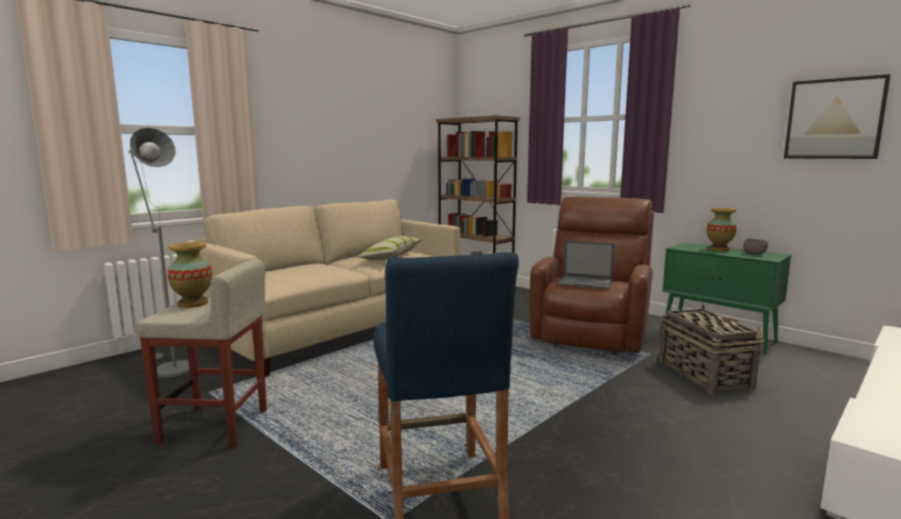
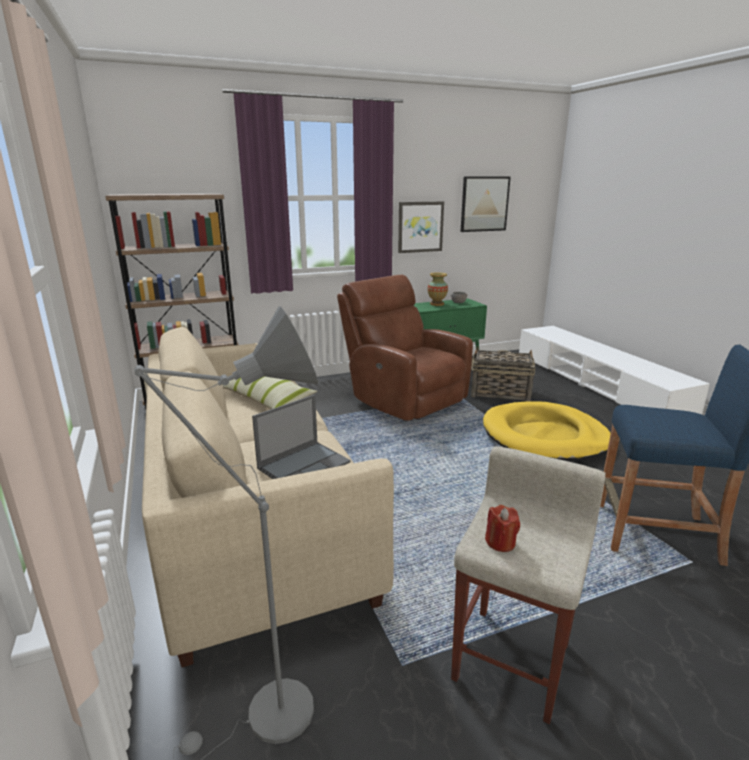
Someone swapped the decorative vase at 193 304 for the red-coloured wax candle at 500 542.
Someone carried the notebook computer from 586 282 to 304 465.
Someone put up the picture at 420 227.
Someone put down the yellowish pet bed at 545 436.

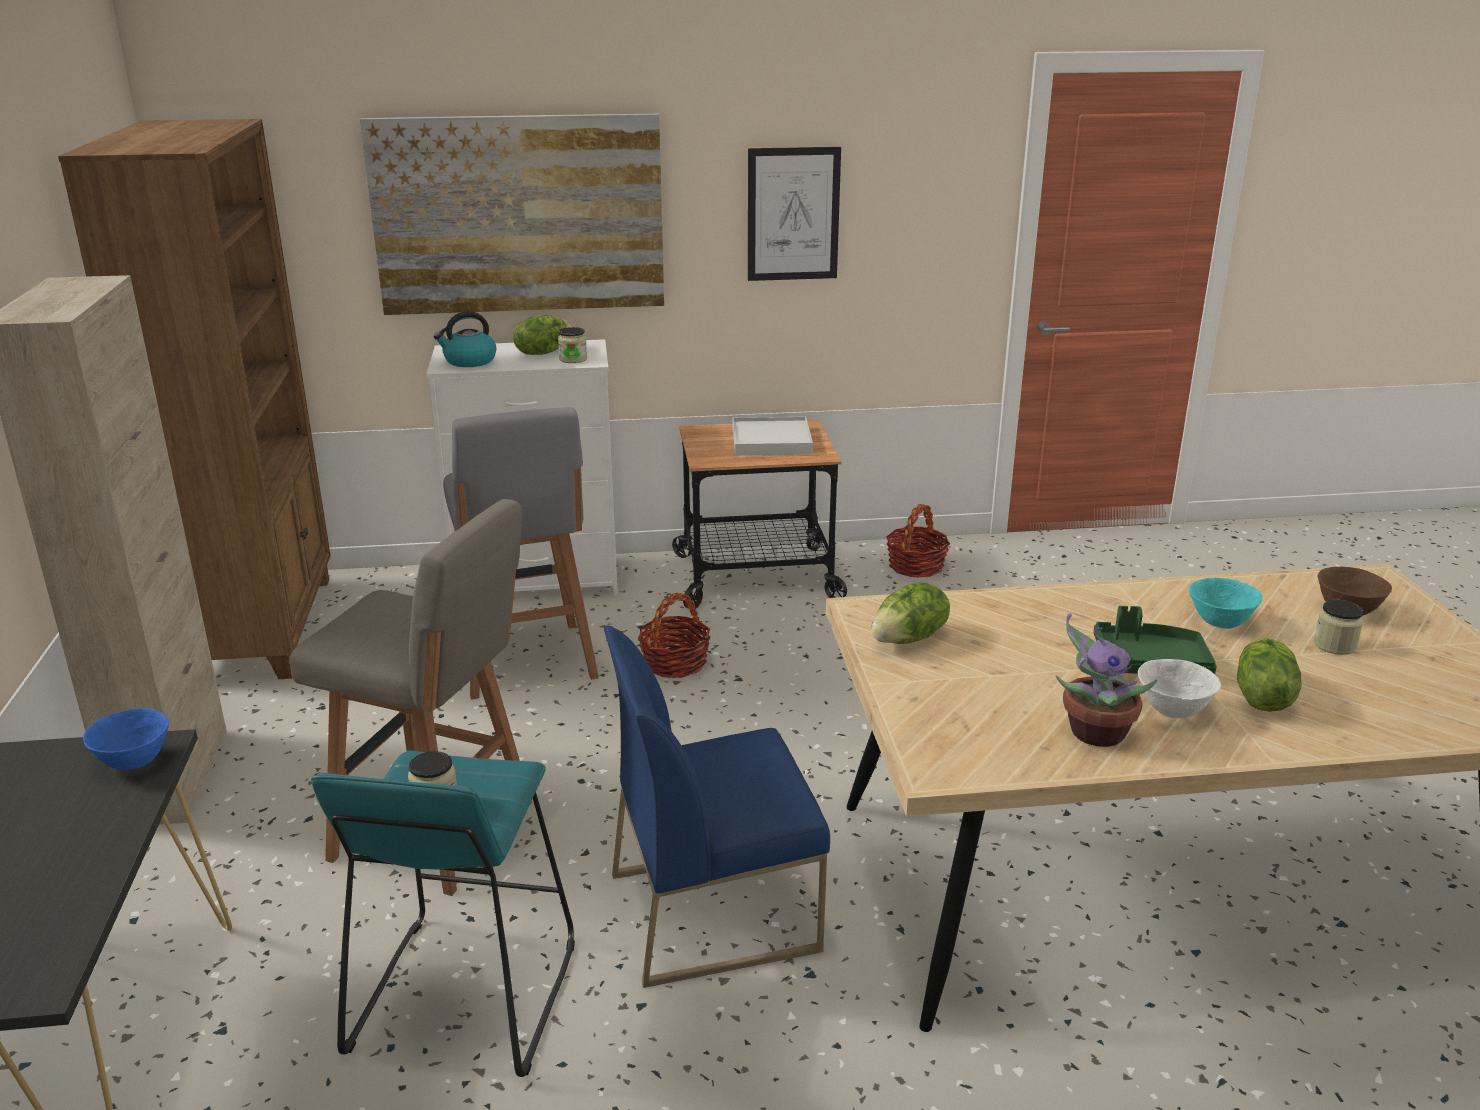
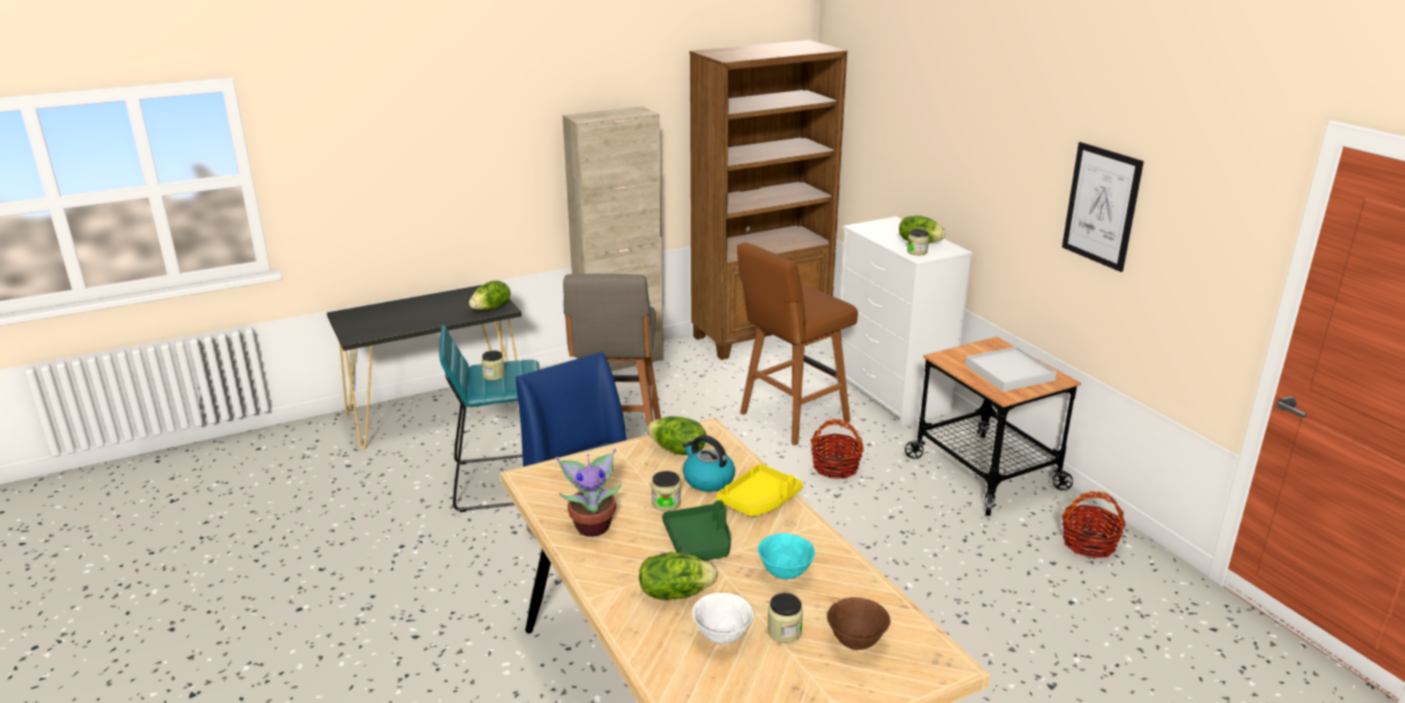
Someone swapped the blue bowl at 134 762 for the lettuce at 491 308.
Someone took away the picture at 519 214.
Someone carried the water kettle from 469 361 to 707 480.
Someone repainted the gray stool seat at 526 663, which became the brown-coloured stool seat at 791 418.
Someone carried the whitish bowl from 1172 710 to 722 636.
Someone put down the jar at 666 503.
Someone put down the yellowish carrying tray at 760 500.

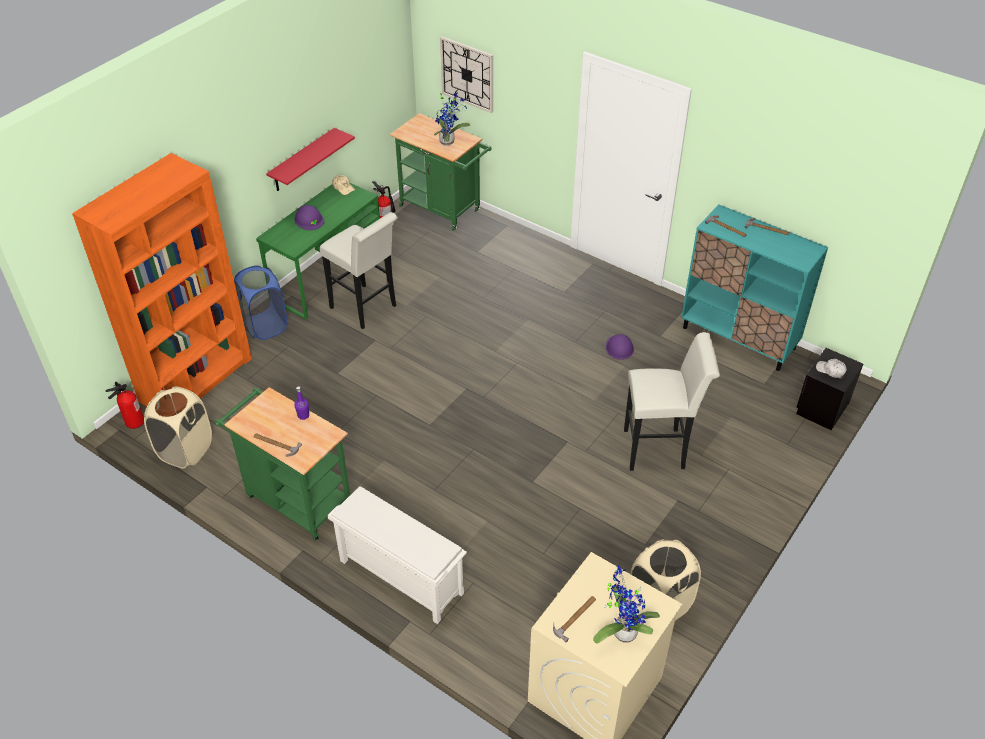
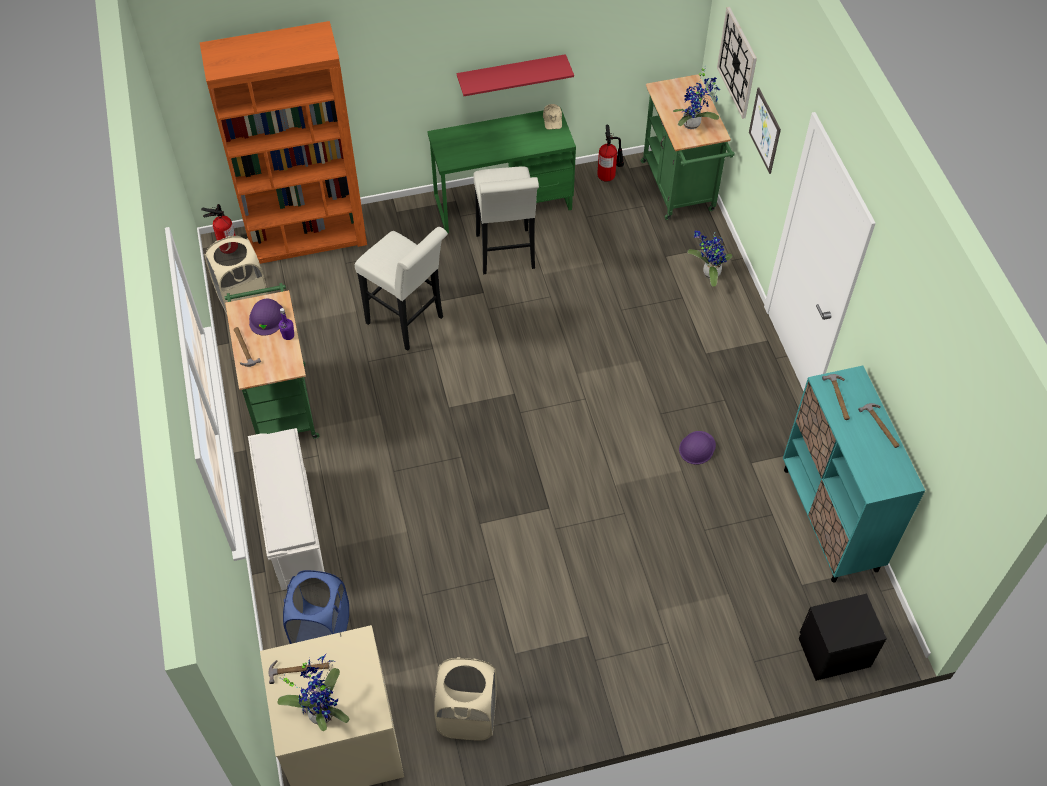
Someone carried the blue laundry basket from 265 326 to 322 631.
Someone carried the purple-coloured hard hat from 309 220 to 267 318.
Someone carried the whitish stool seat from 659 449 to 409 323.
Someone took away the whitish baseball cap at 830 370.
Someone put down the potted plant at 709 273.
Someone put up the picture at 765 130.

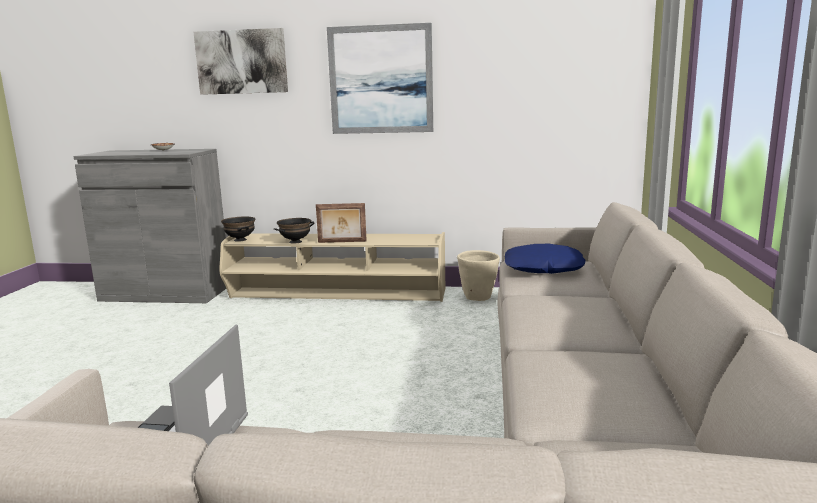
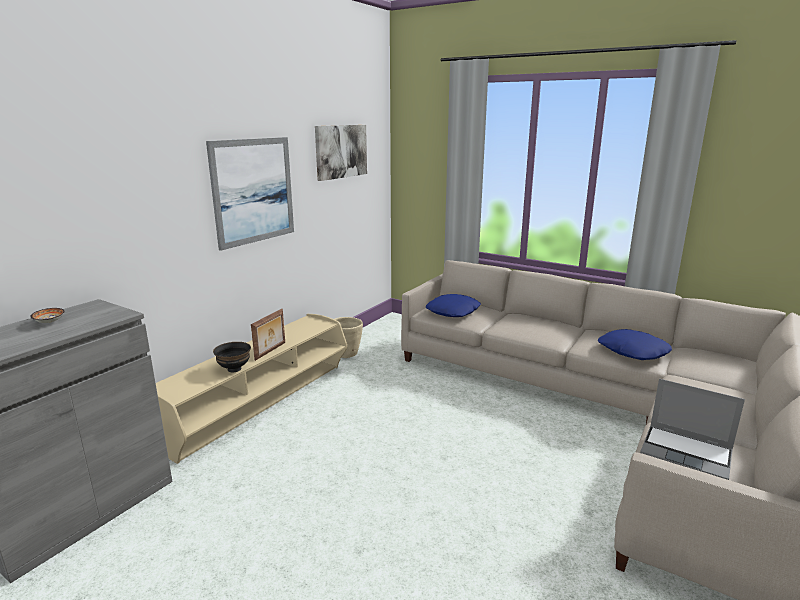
Someone carried the picture from 242 62 to 341 151.
Someone took away the black-coloured bowl at 240 240.
Someone put down the blue throw pillow at 632 351.

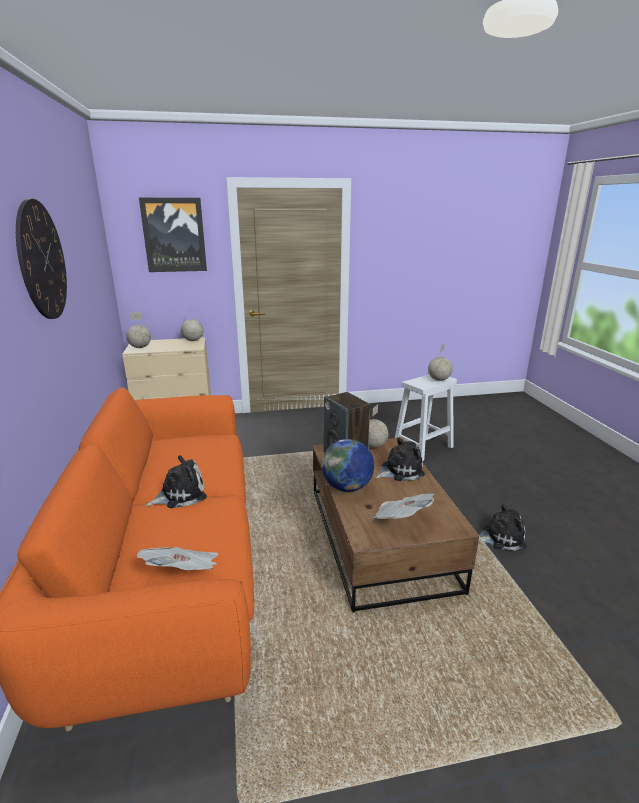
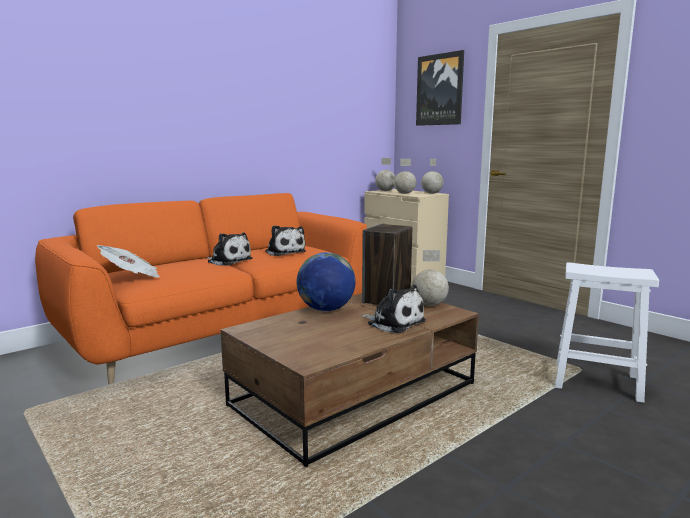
Someone took away the clock on the wall at 42 260.
Someone took away the printed paper at 401 519.
Someone carried the globe from 439 379 to 405 193.
Someone carried the soft toy from 500 537 to 284 252.

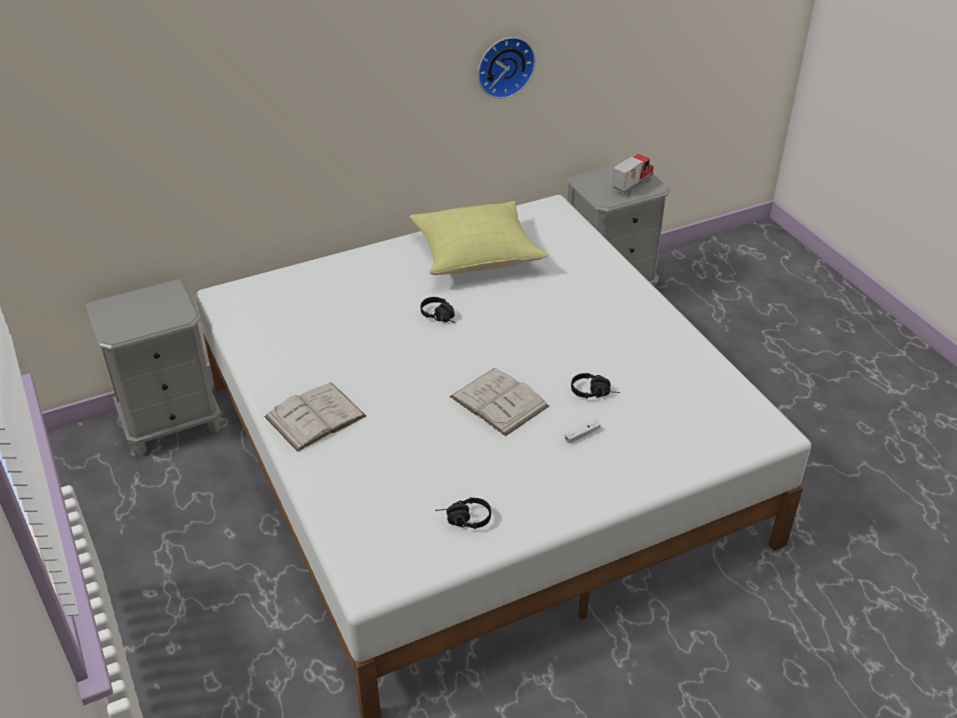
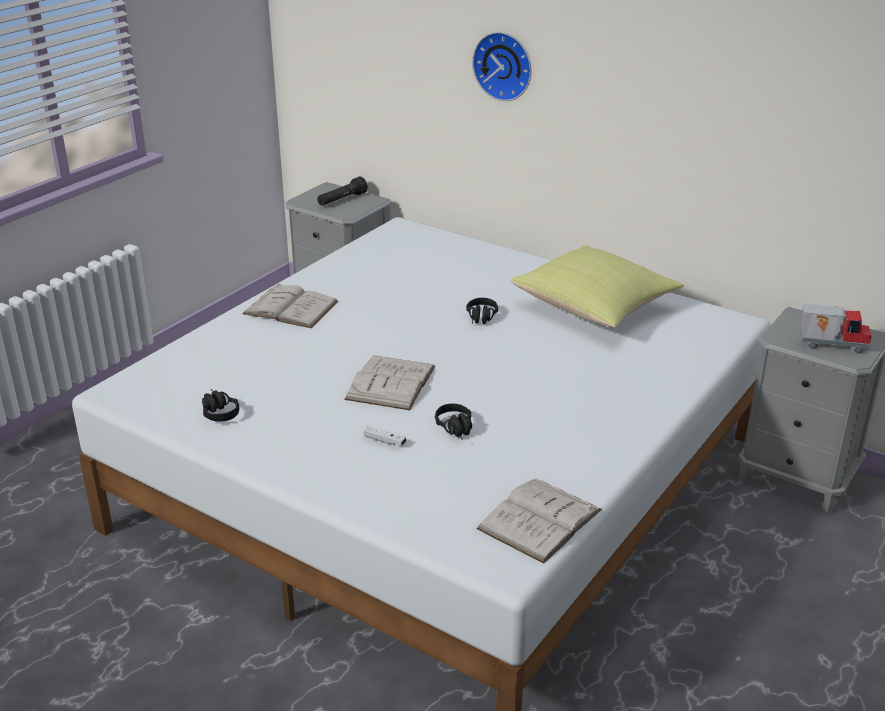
Someone carried the clock on the wall from 504 66 to 504 65.
Someone put down the black-coloured hand torch at 342 200.
Someone put down the whitish volume at 539 519.

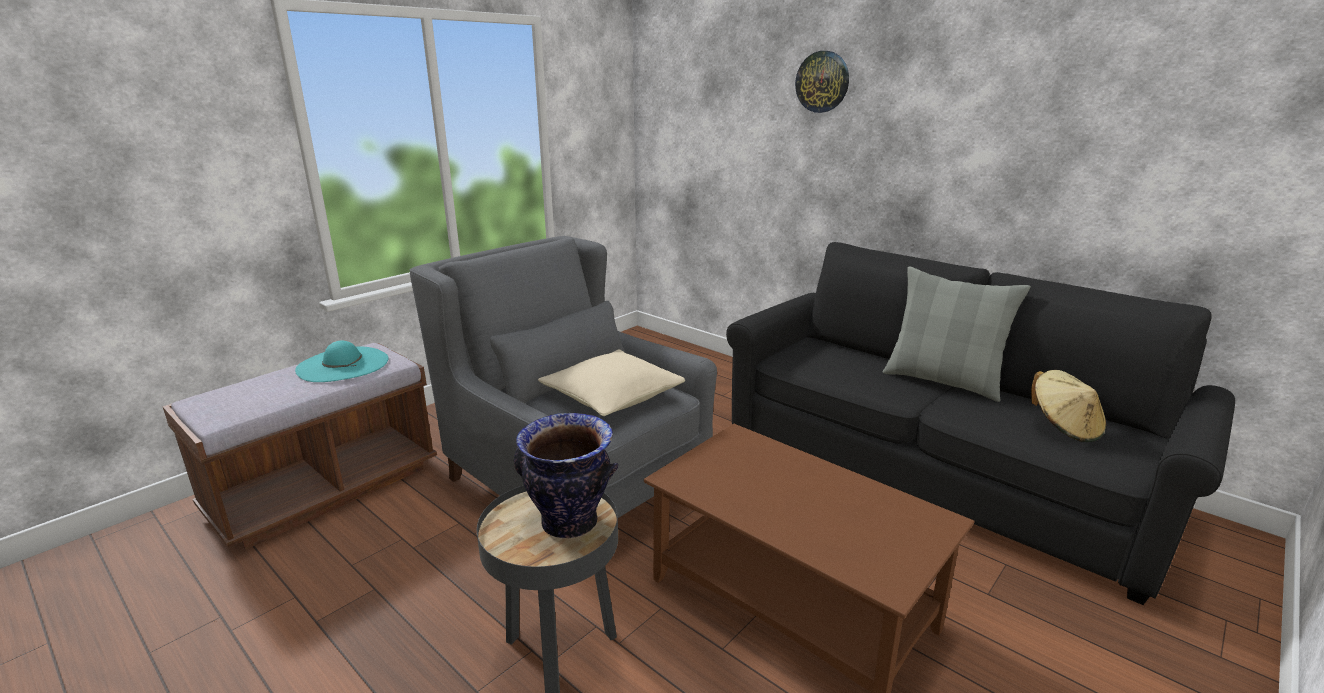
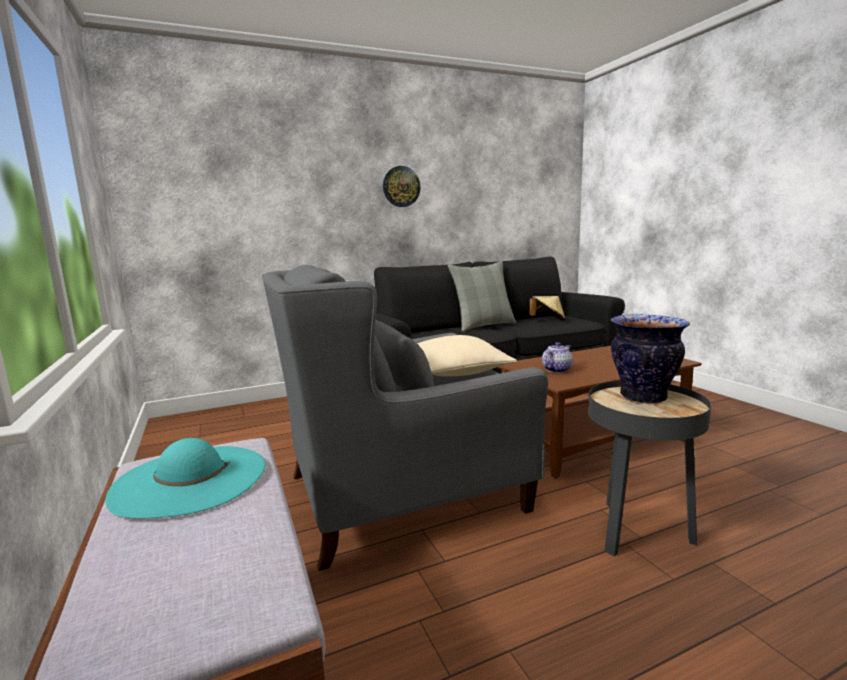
Someone carried the clock on the wall from 822 82 to 401 186.
Someone put down the teapot at 556 370.

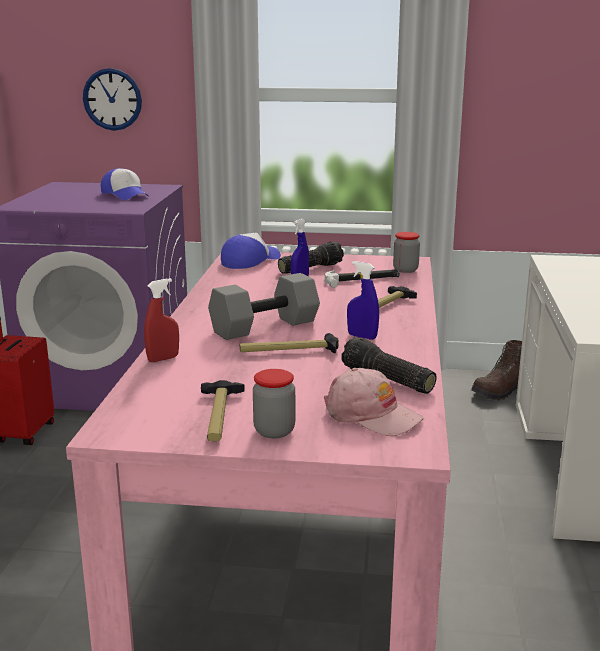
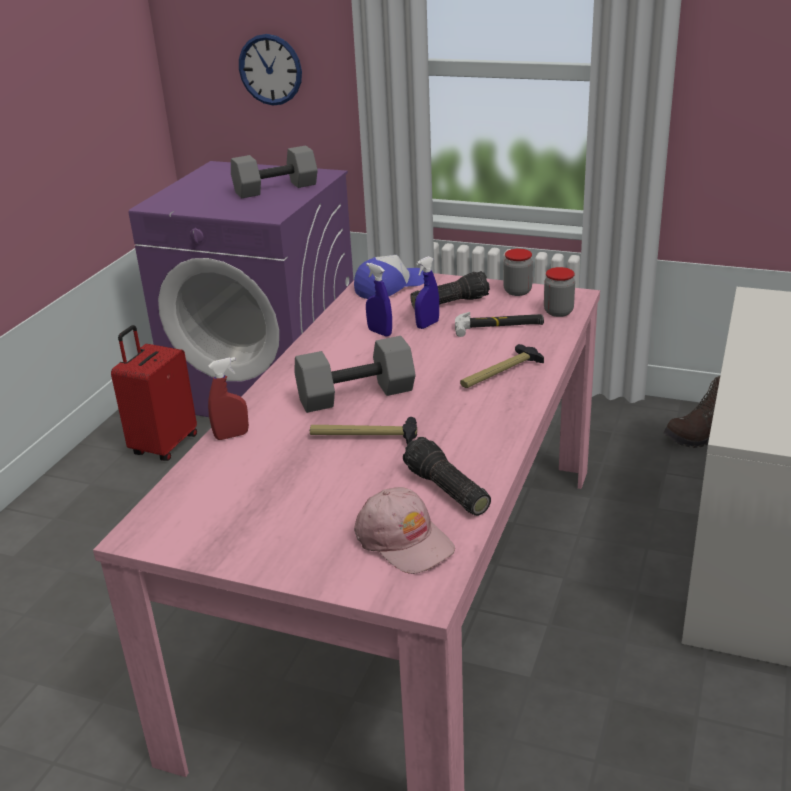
Someone swapped the baseball cap at 125 195 for the gray free weight at 276 188.
Someone took away the hammer at 219 417.
Someone carried the jar from 274 431 to 517 291.
Someone carried the blue spray bottle from 362 337 to 380 332.

